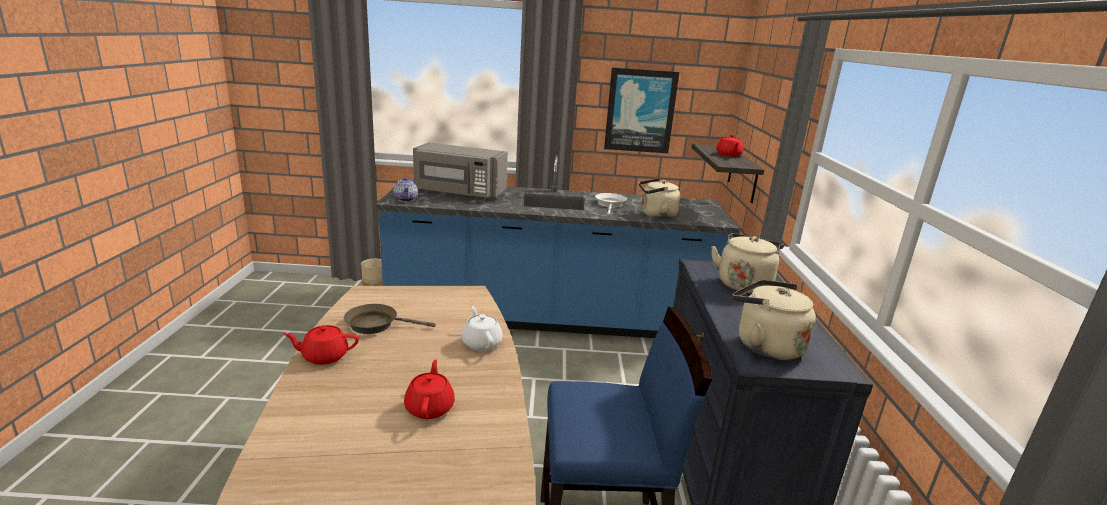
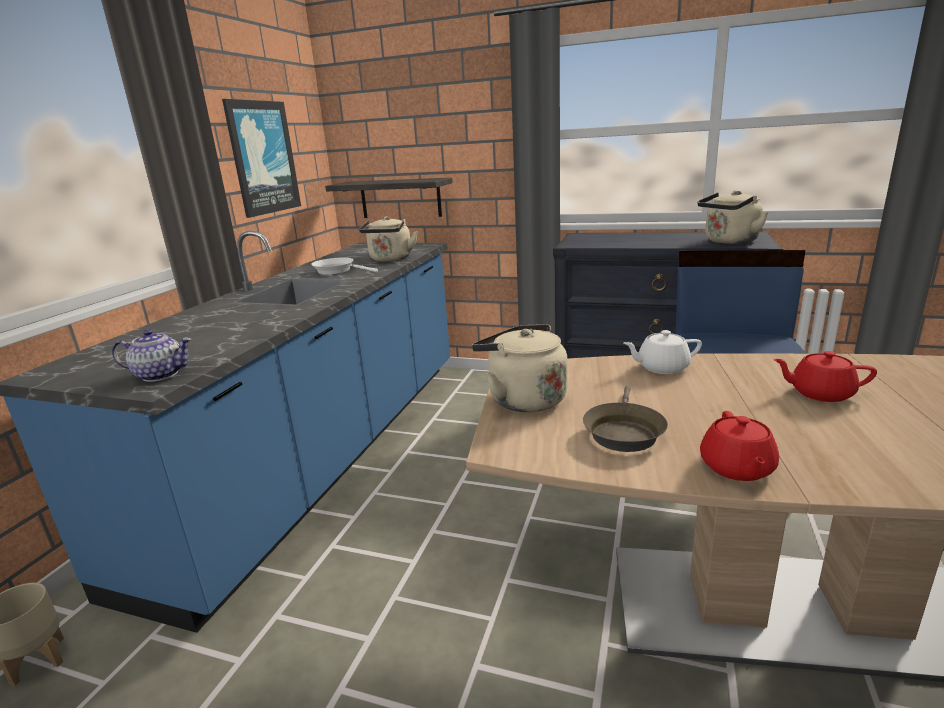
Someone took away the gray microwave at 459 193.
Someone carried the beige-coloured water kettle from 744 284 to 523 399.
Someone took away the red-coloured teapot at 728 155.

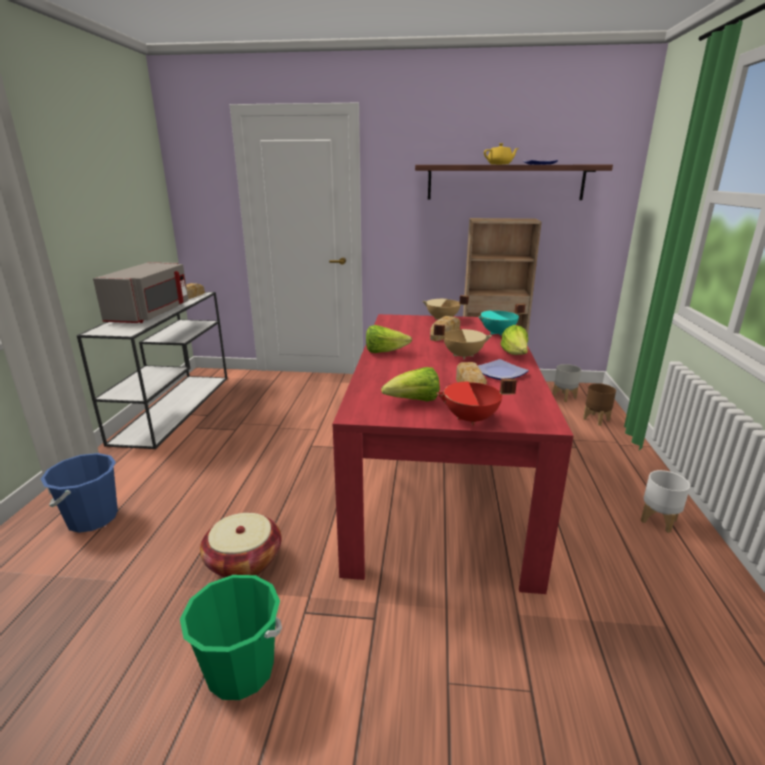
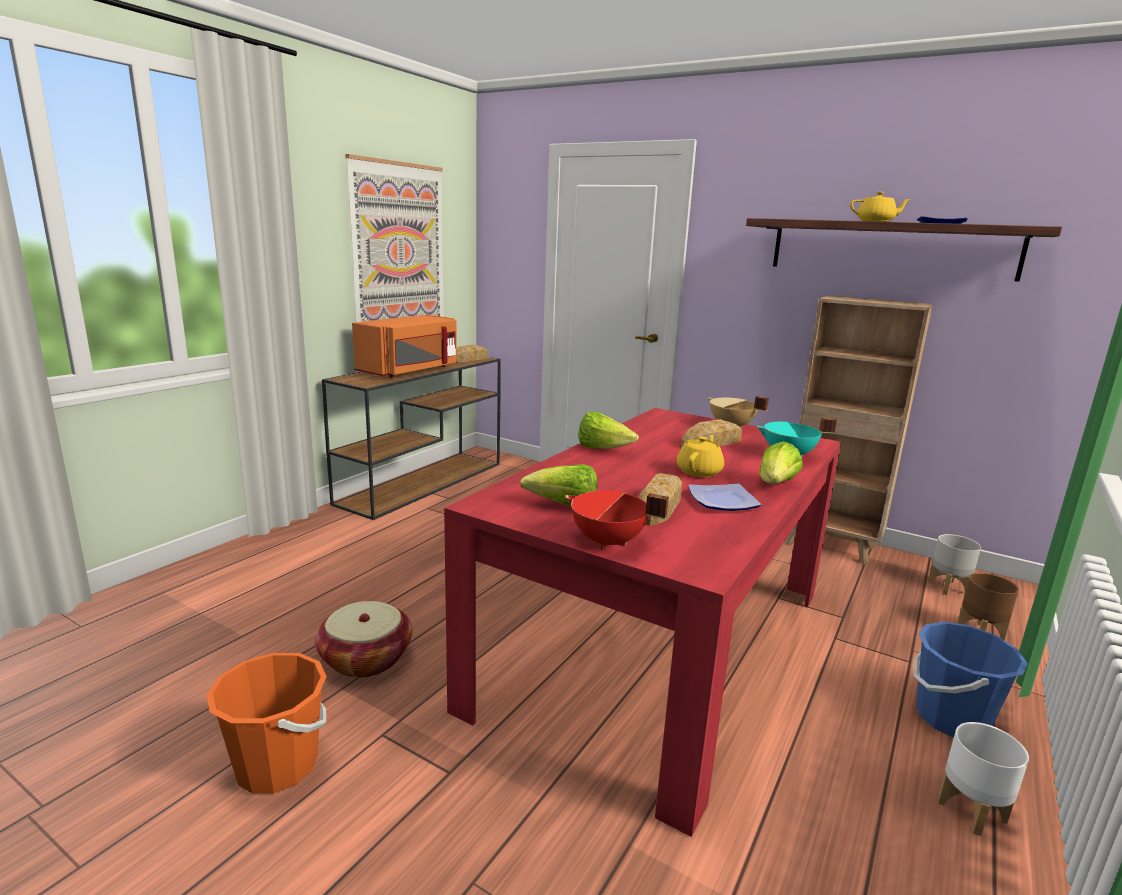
Someone carried the blue bucket from 92 518 to 951 719.
Someone repainted the whitish console table at 174 407, which became the brown-coloured console table at 423 482.
Someone repainted the gray microwave at 151 314, which became the orange microwave at 410 370.
Someone repainted the greenish bucket at 241 670, which became the orange bucket at 277 766.
Someone swapped the beige-coloured saucepot at 462 355 for the yellowish teapot at 699 471.
Someone put up the picture at 399 251.

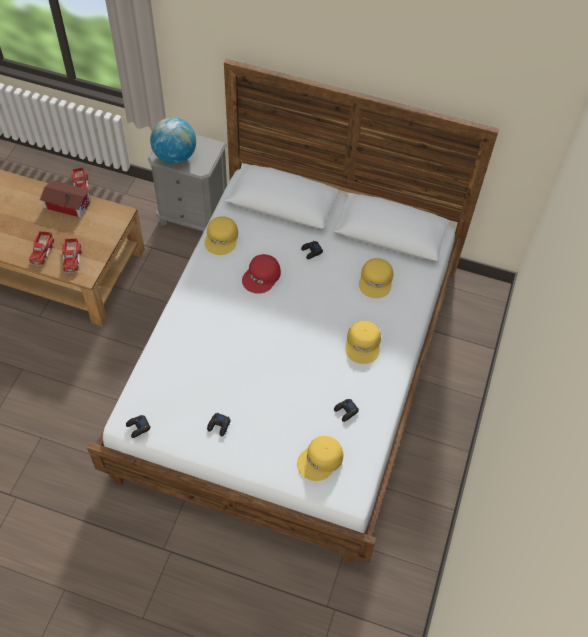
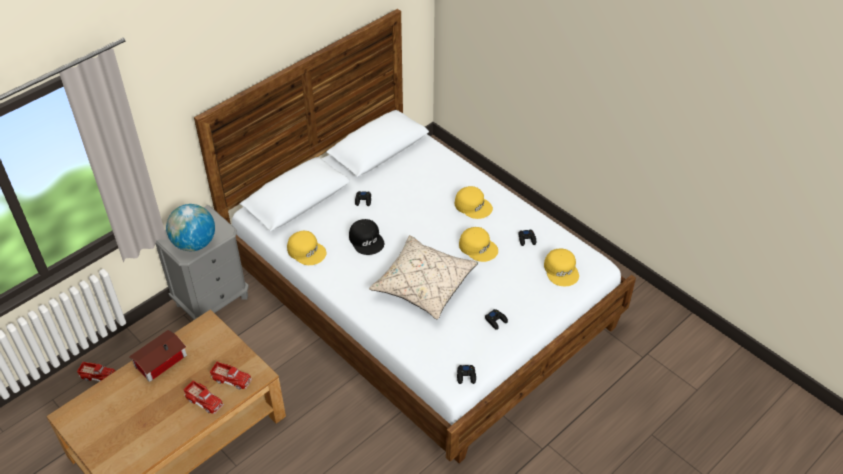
Someone repainted the red-coloured baseball cap at 262 276, which became the black-coloured baseball cap at 367 240.
Someone carried the yellowish baseball cap from 376 281 to 478 247.
Someone put down the beige-coloured throw pillow at 423 285.

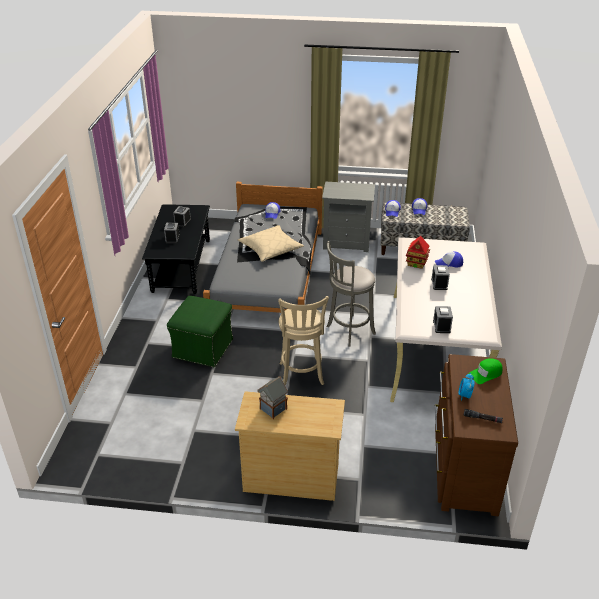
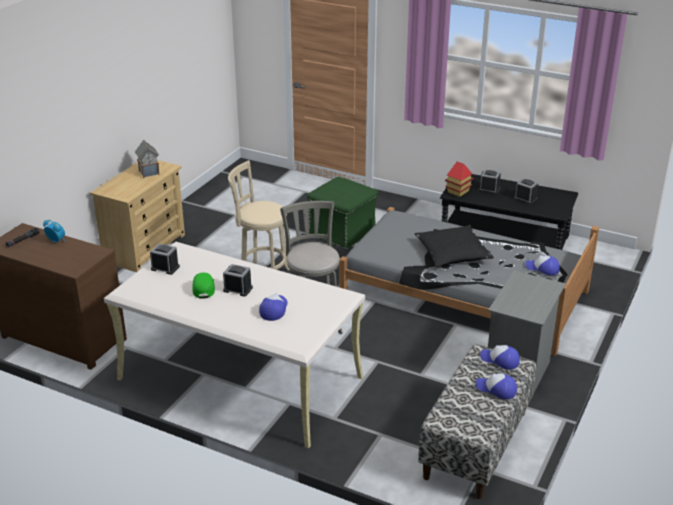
Someone repainted the beige-coloured throw pillow at 270 249, which became the black-coloured throw pillow at 452 253.
Someone carried the model house from 416 263 to 458 191.
Someone carried the greenish baseball cap from 486 374 to 203 288.

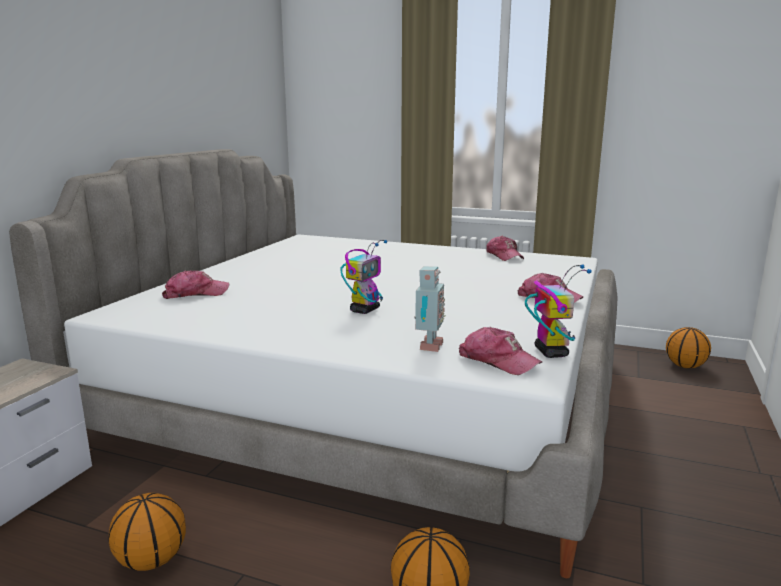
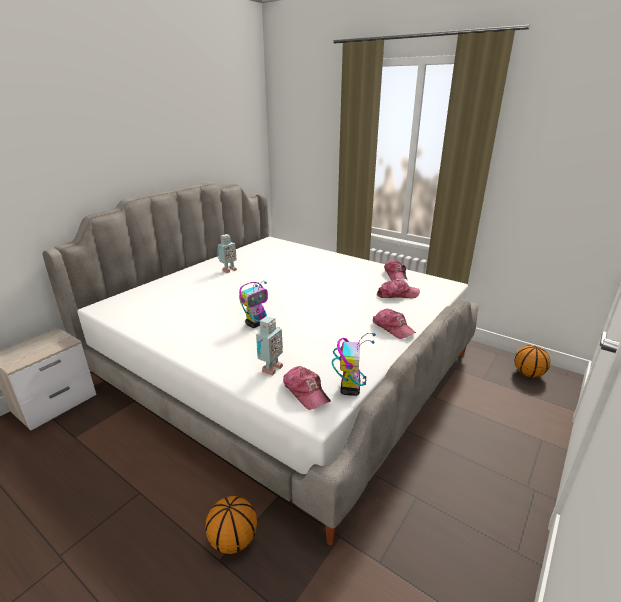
Someone took away the basketball ball at 151 560.
Someone carried the baseball cap from 195 294 to 397 294.
Someone put down the robot figure at 228 270.

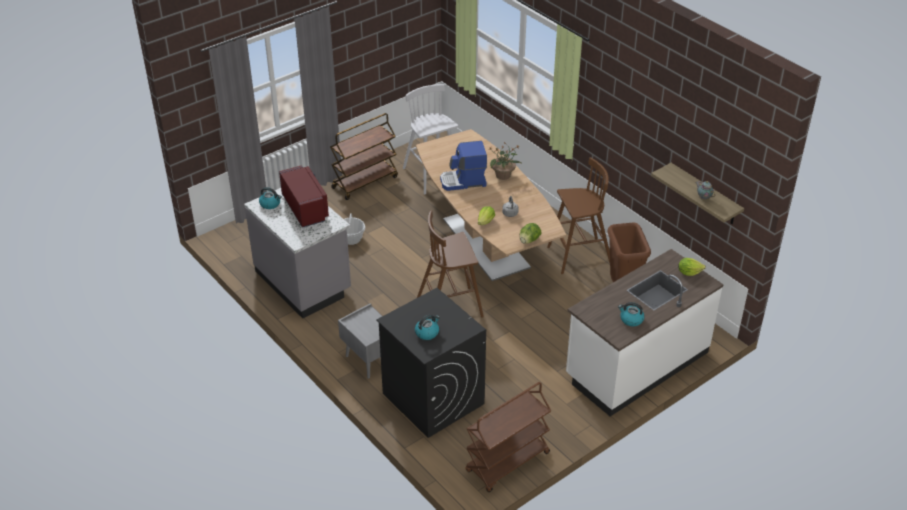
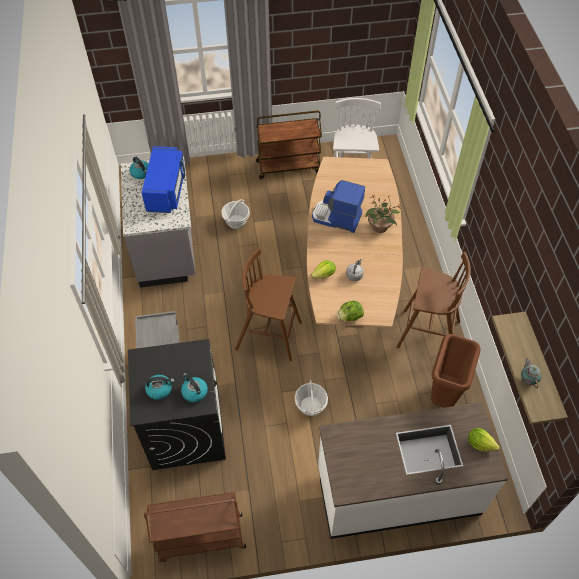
Someone repainted the red-coloured microwave at 305 208, which became the blue microwave at 166 190.
Someone carried the water kettle from 631 320 to 194 392.
Someone put down the basket at 310 406.

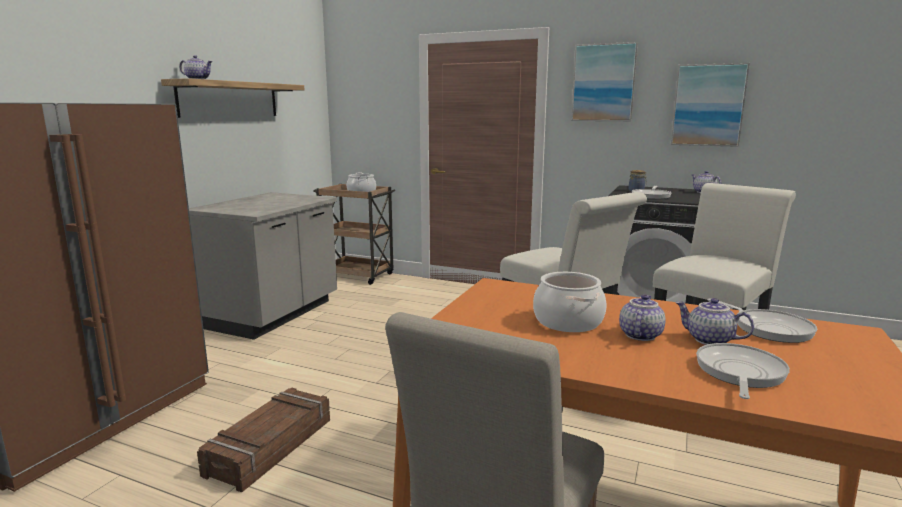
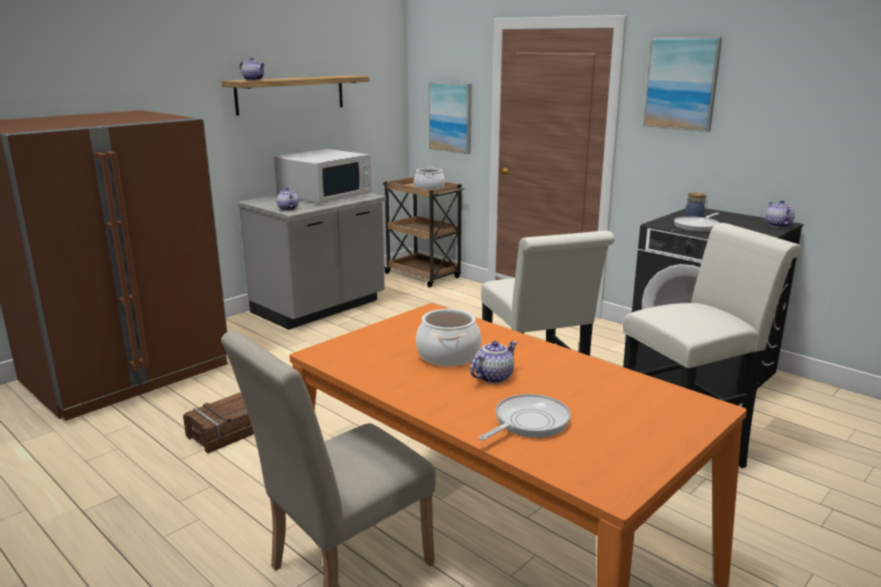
Someone carried the picture from 708 105 to 451 117.
Someone carried the teapot from 709 340 to 287 209.
Someone took away the skillet at 768 328.
Someone put down the whitish microwave at 325 195.

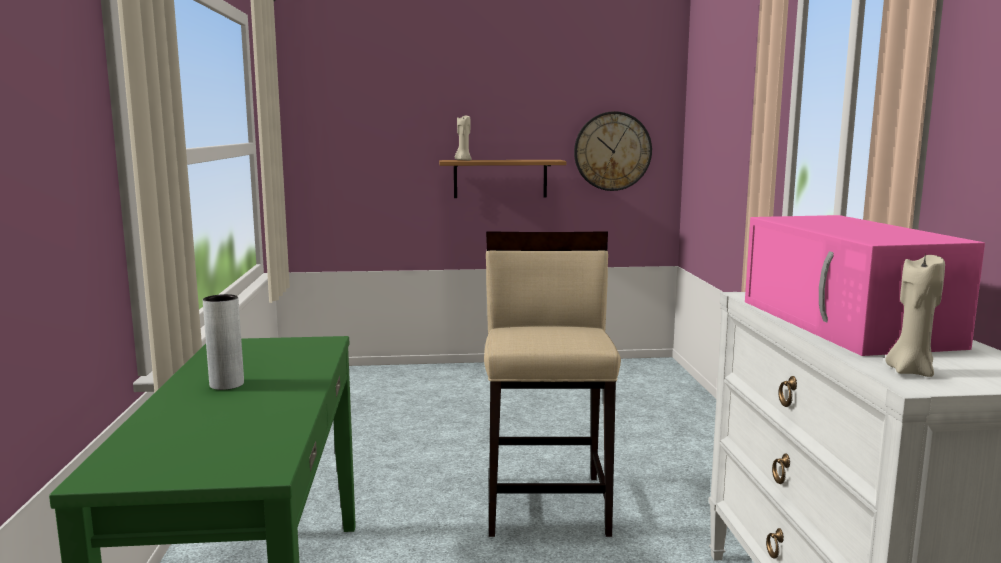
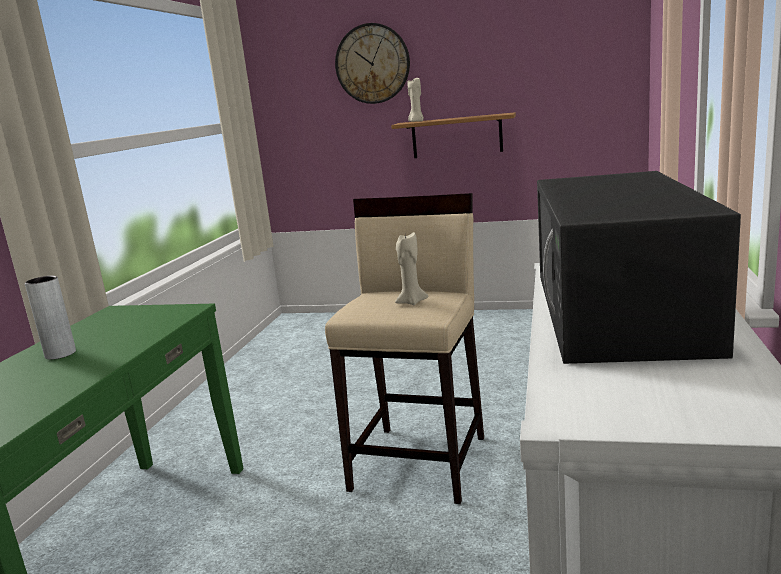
Someone carried the clock on the wall from 612 151 to 372 64.
Someone repainted the pink-coloured microwave at 847 323, which became the black-coloured microwave at 619 311.
Someone carried the beige-coloured wax candle from 910 371 to 411 302.

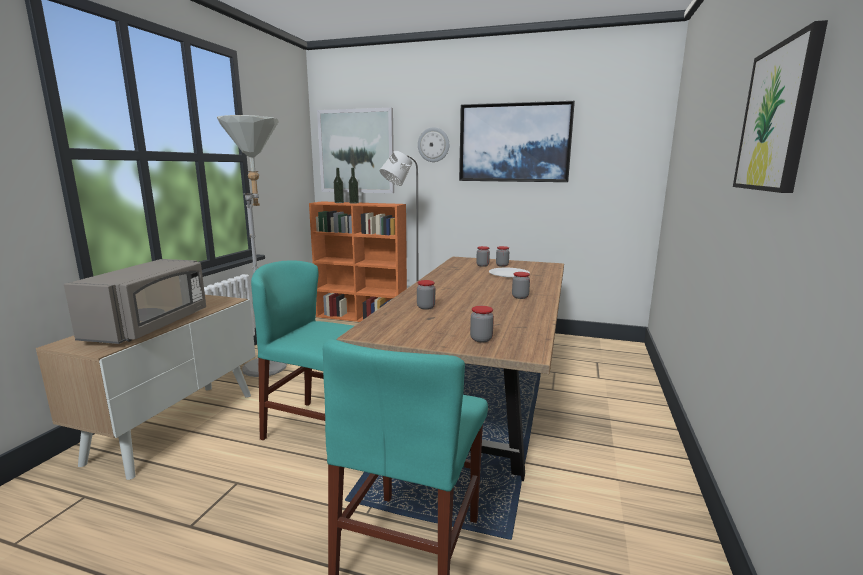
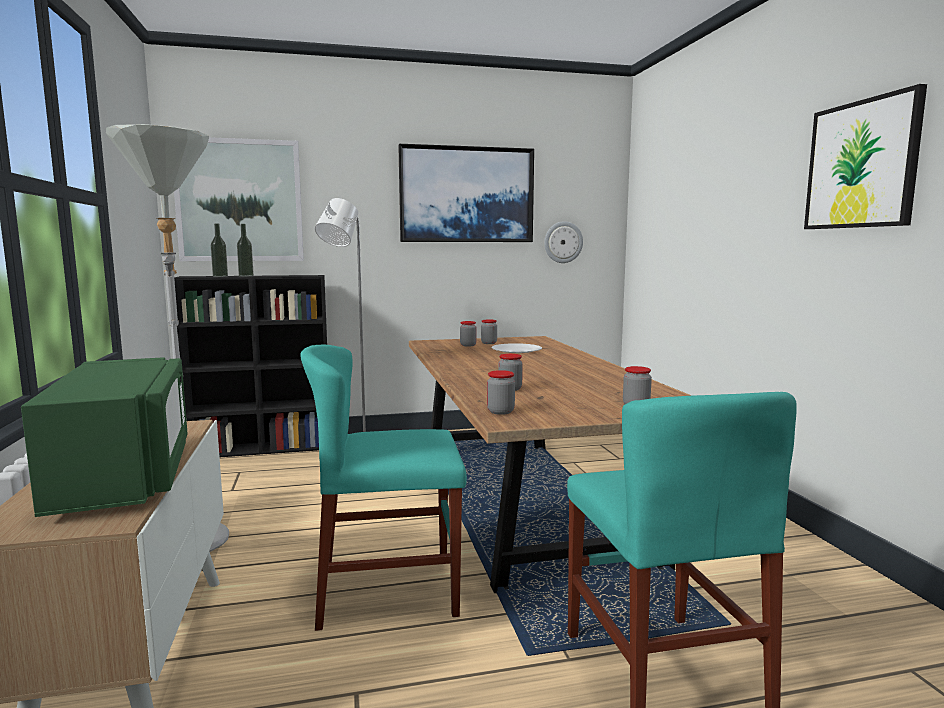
Someone repainted the gray microwave at 150 326, which became the greenish microwave at 125 476.
Someone repainted the orange bookcase at 362 318, which became the black-coloured bookcase at 263 448.
Someone carried the clock on the wall from 433 145 to 563 242.
Someone carried the jar from 520 297 to 500 411.

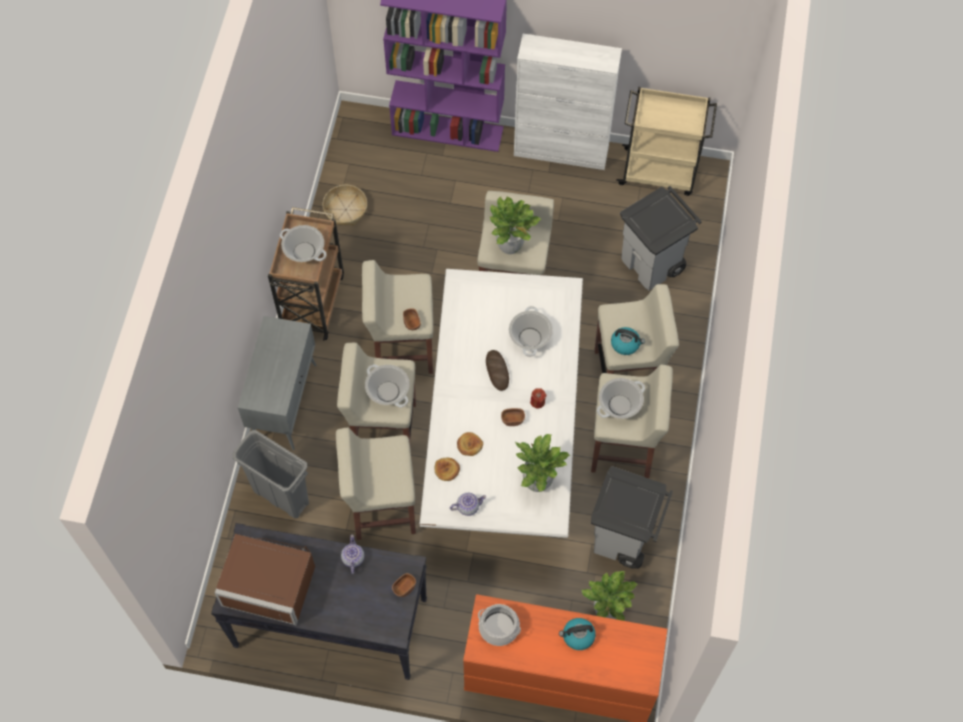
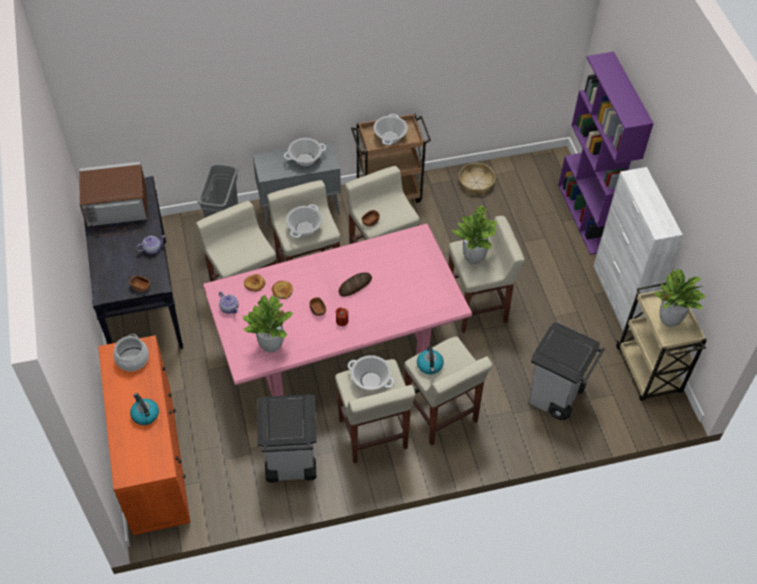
Someone rotated the brown-coloured microwave at 271 580 by 90 degrees clockwise.
Someone repainted the whitish dinner table at 501 438, which became the pink-coloured dinner table at 338 348.
Someone carried the saucepot from 529 337 to 305 159.
Someone carried the potted plant from 607 611 to 669 320.

